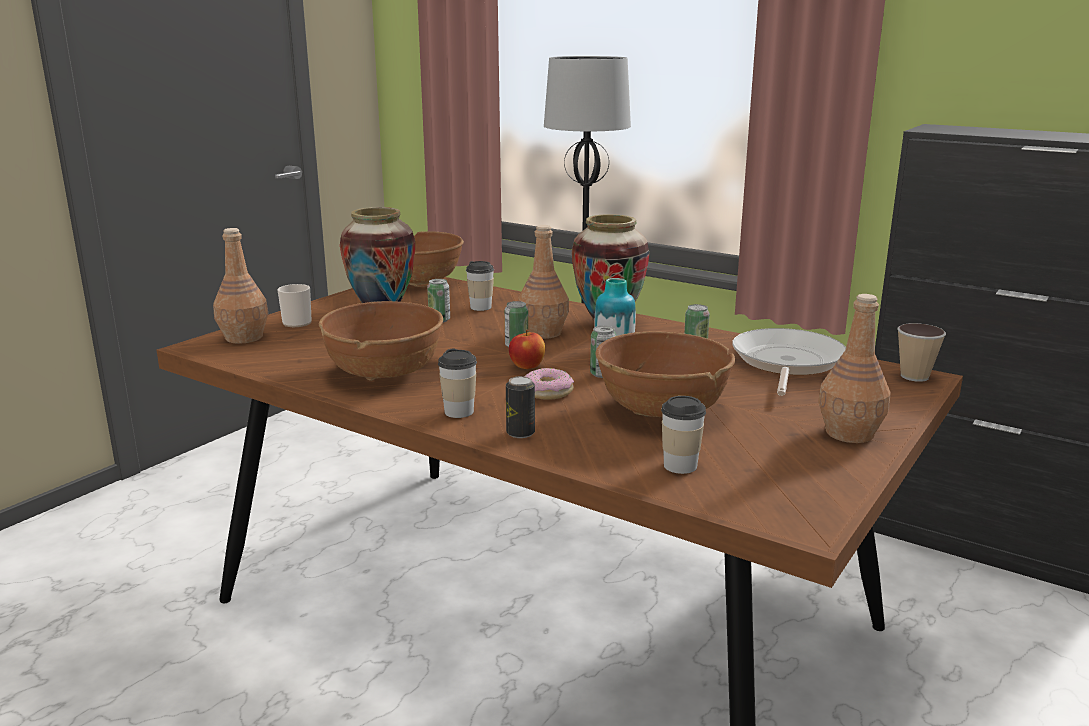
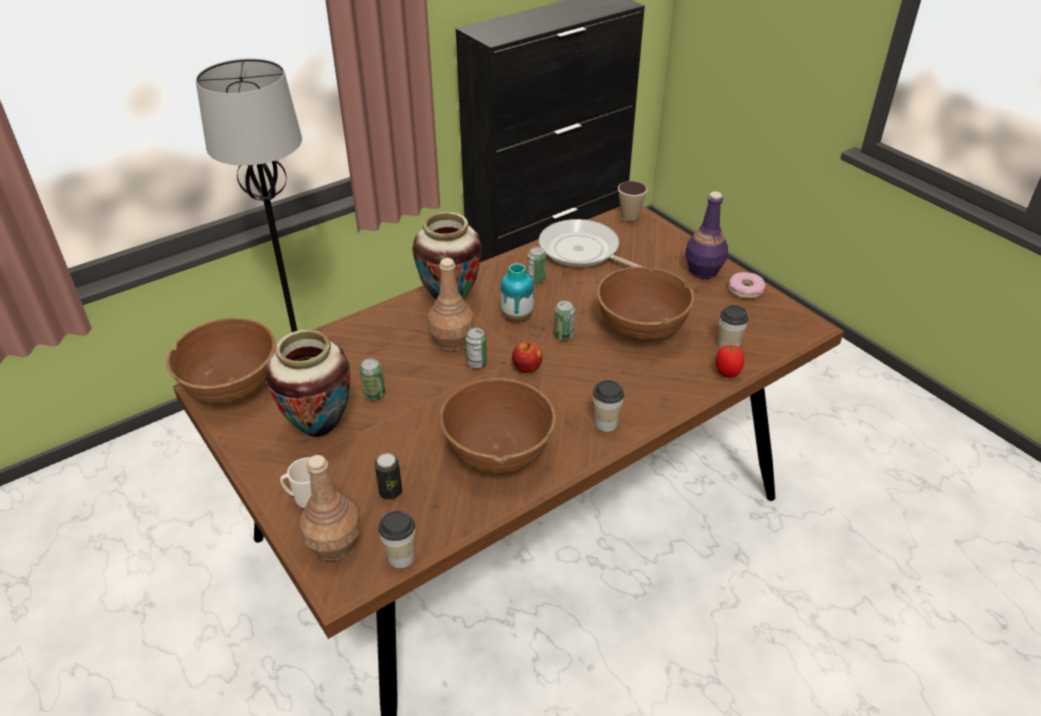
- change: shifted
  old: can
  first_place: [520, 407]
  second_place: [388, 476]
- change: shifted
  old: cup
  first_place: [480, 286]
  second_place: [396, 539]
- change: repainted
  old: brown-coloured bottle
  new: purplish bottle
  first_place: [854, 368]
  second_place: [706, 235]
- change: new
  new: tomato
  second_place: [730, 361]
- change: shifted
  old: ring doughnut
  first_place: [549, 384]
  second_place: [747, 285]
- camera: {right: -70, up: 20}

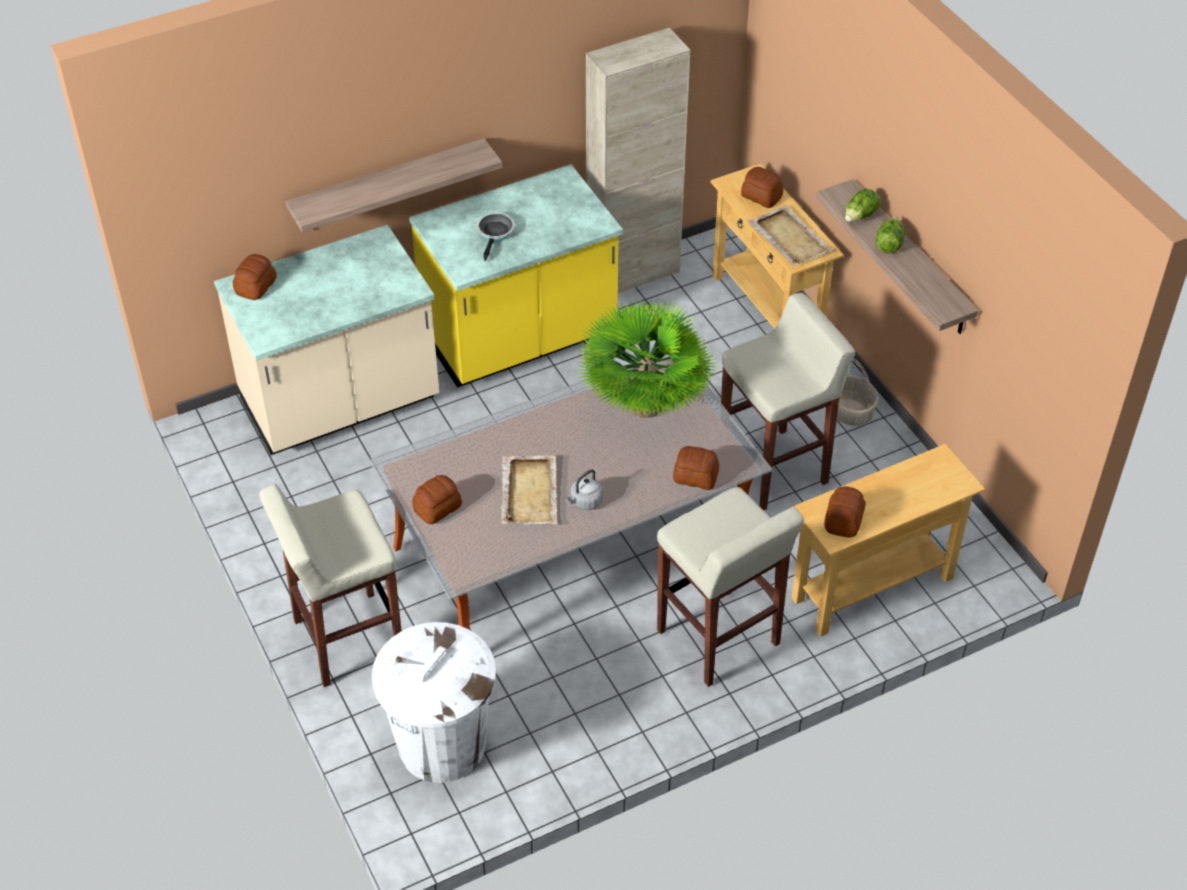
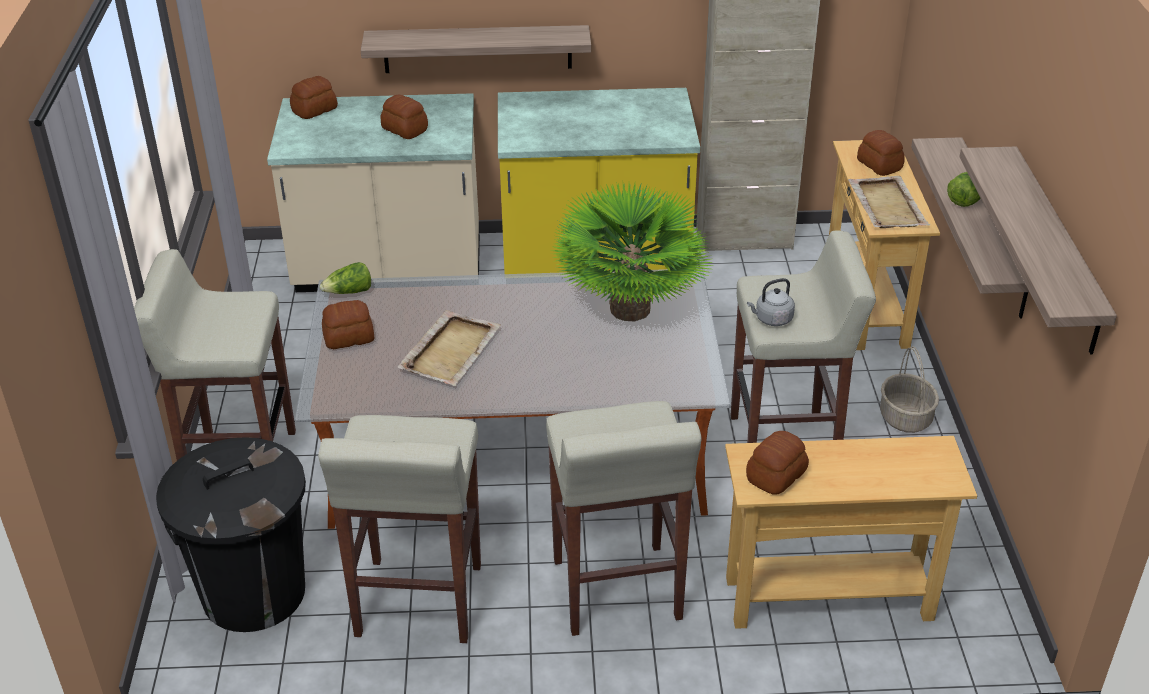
- change: repainted
  old: white rubbish bin
  new: blackish rubbish bin
  first_place: [434, 702]
  second_place: [231, 534]
- change: new
  new: sand-coloured stool
  second_place: [399, 529]
- change: shifted
  old: head of lettuce
  first_place: [862, 205]
  second_place: [345, 278]
- change: shifted
  old: bread
  first_place: [696, 468]
  second_place: [404, 117]
- change: shifted
  old: greyish kettle
  first_place: [584, 489]
  second_place: [771, 302]
- change: new
  new: shelf
  second_place: [1038, 250]
- change: gone
  old: pan
  first_place: [496, 237]
- camera: {right: 25, up: -10}

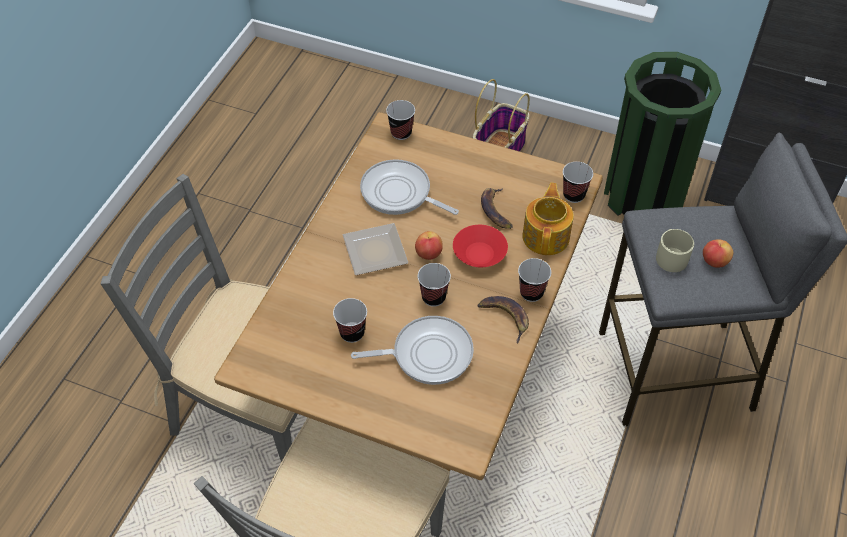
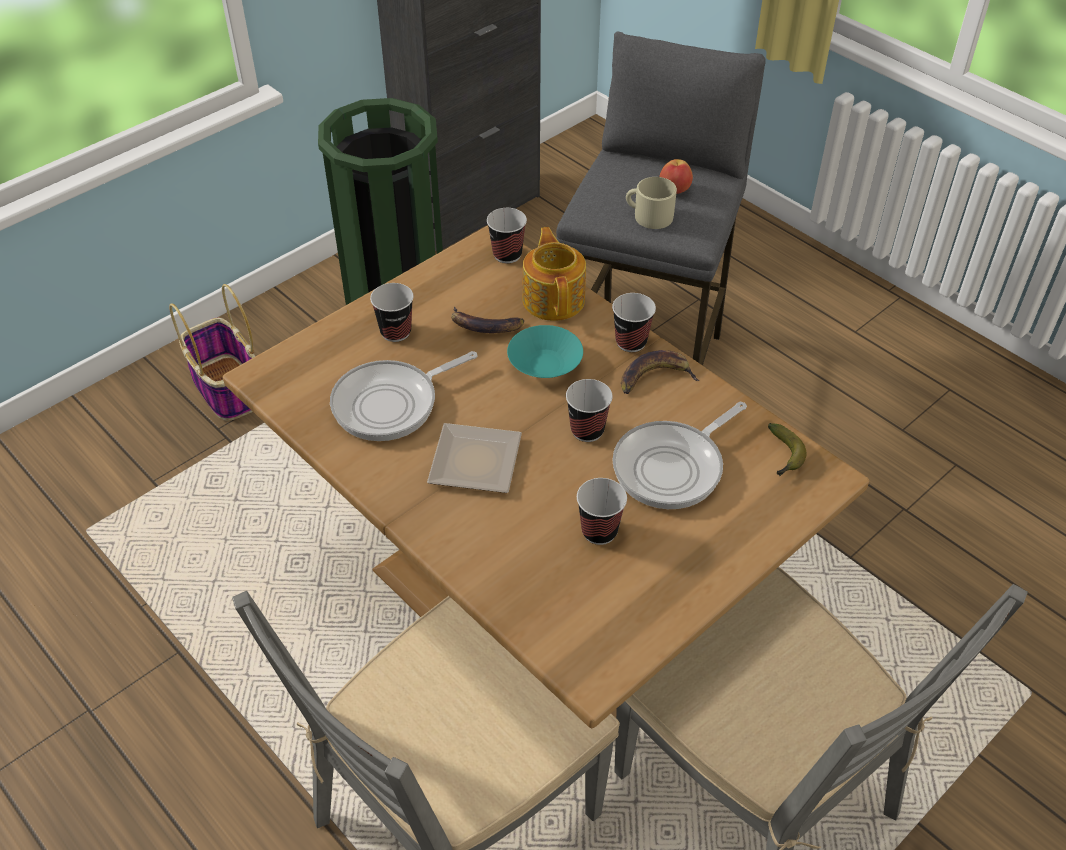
- change: shifted
  old: cup
  first_place: [400, 120]
  second_place: [392, 312]
- change: repainted
  old: reddish bowl
  new: turquoise bowl
  first_place: [480, 246]
  second_place: [545, 351]
- change: rotated
  old: teapot
  first_place: [548, 219]
  second_place: [554, 274]
  degrees: 45
- change: rotated
  old: pan
  first_place: [412, 350]
  second_place: [679, 455]
  degrees: -150
- change: new
  new: banana fruit
  second_place: [787, 449]
- change: gone
  old: apple fruit
  first_place: [429, 245]
- camera: {right: -65, up: -5}

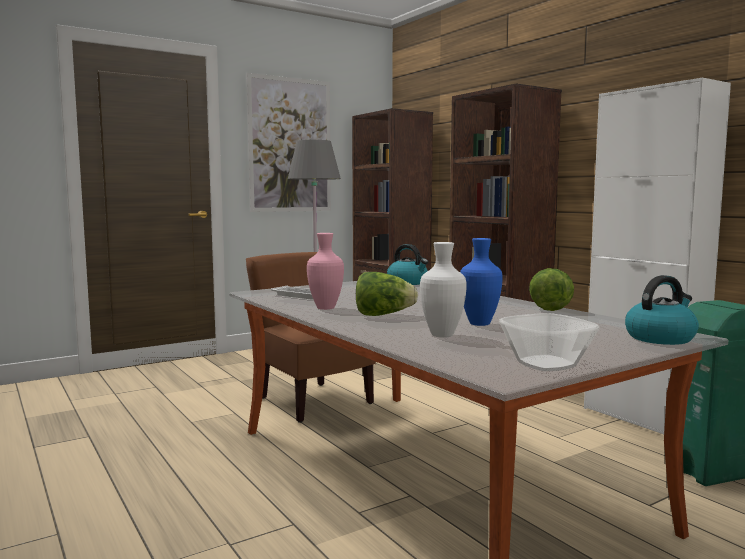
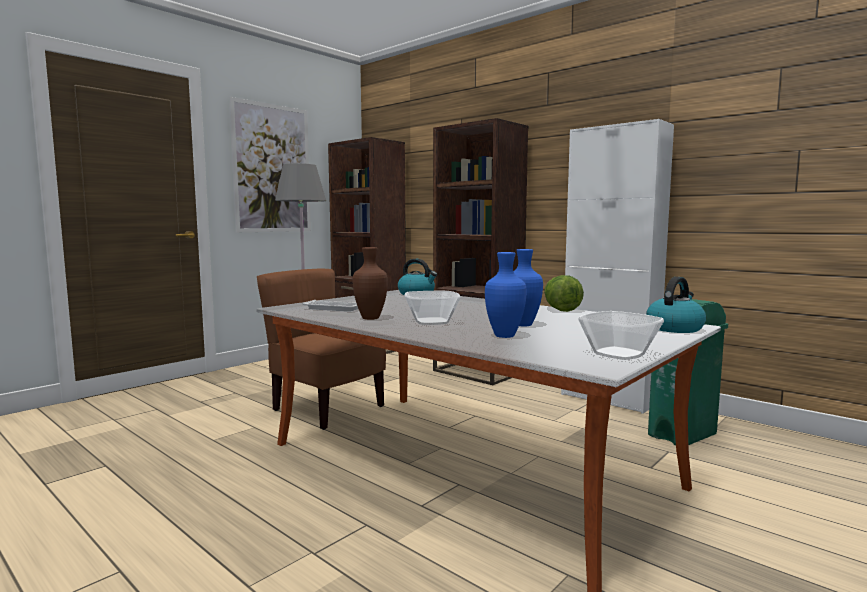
- change: repainted
  old: pink vase
  new: brown-coloured vase
  first_place: [325, 271]
  second_place: [370, 283]
- change: swapped
  old: head of lettuce
  new: bowl
  first_place: [387, 294]
  second_place: [433, 308]
- change: repainted
  old: white vase
  new: bluish vase
  first_place: [443, 290]
  second_place: [506, 295]
- camera: {right: -15, up: 0}

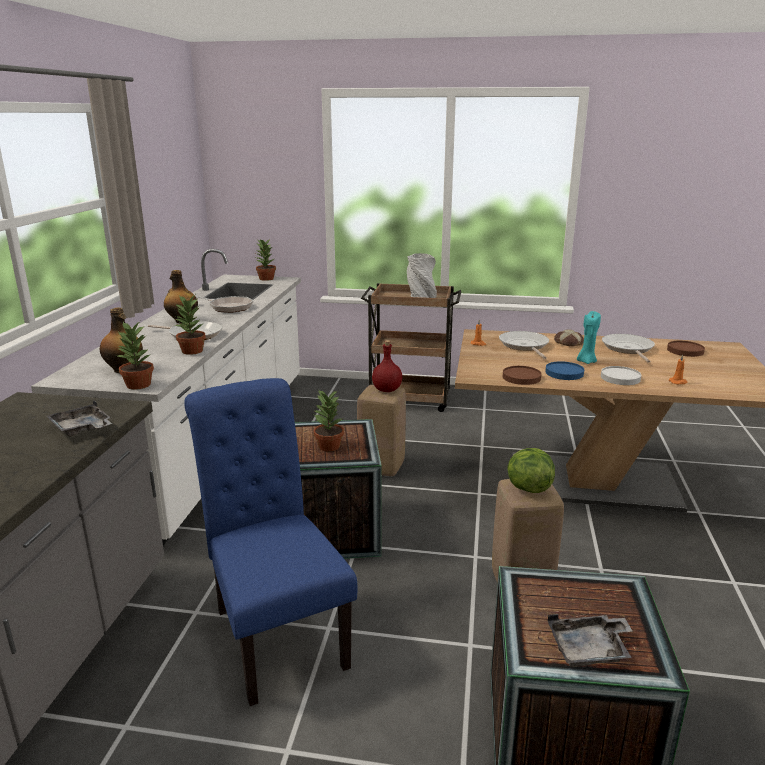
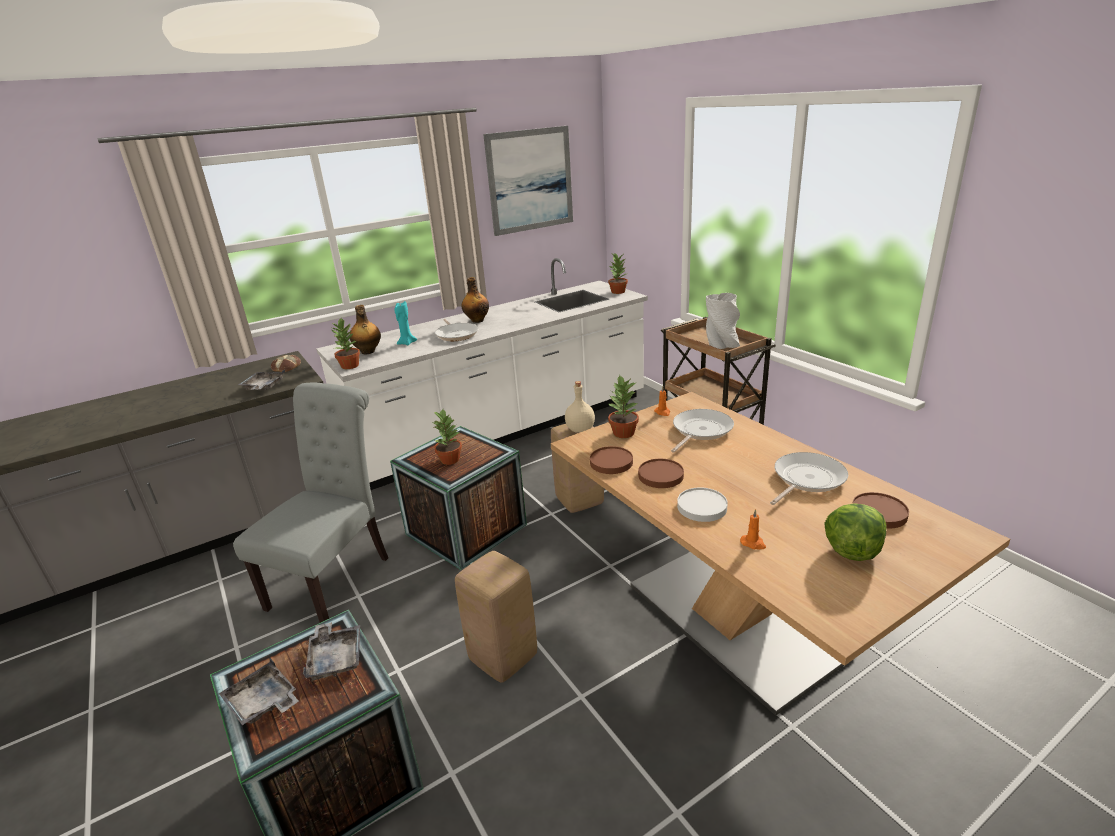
- change: repainted
  old: bluish plain chair
  new: greyish plain chair
  first_place: [270, 542]
  second_place: [310, 503]
- change: shifted
  old: bread
  first_place: [569, 338]
  second_place: [286, 363]
- change: new
  new: greyish tray
  second_place: [331, 651]
- change: shifted
  old: turquoise wax light
  first_place: [589, 337]
  second_place: [406, 323]
- change: new
  new: wall art
  second_place: [528, 181]
- change: repainted
  old: reddish bottle
  new: sand-coloured bottle
  first_place: [387, 366]
  second_place: [580, 407]
- change: shifted
  old: potted plant
  first_place: [190, 325]
  second_place: [623, 406]
- change: repainted
  old: bluish flat dish
  new: brown-coloured flat dish
  first_place: [564, 370]
  second_place: [661, 473]
- change: shifted
  old: head of lettuce
  first_place: [531, 470]
  second_place: [855, 532]
- change: gone
  old: pan
  first_place: [224, 304]
- camera: {right: 50, up: 5}

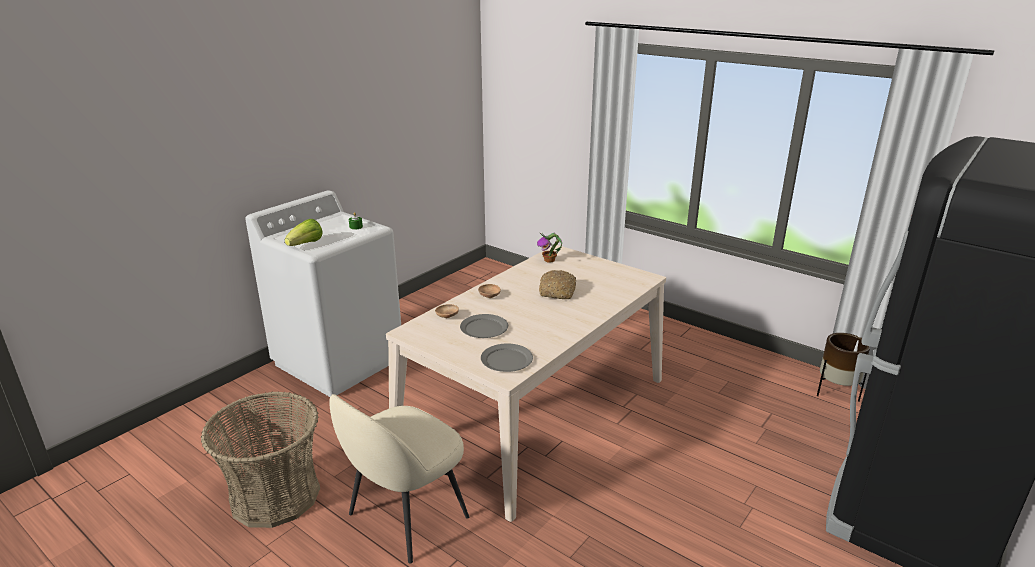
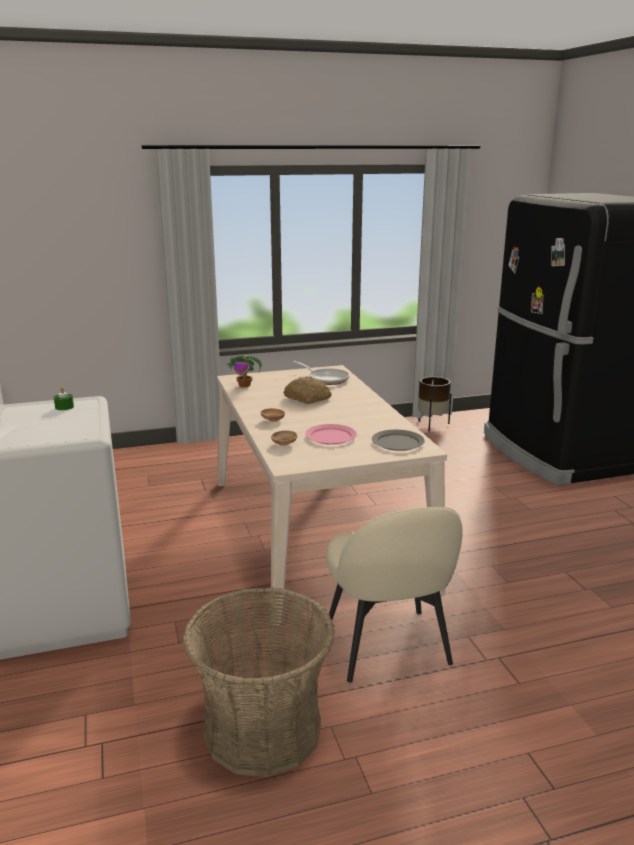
- change: new
  new: pan
  second_place: [321, 373]
- change: repainted
  old: greyish flat dish
  new: pink flat dish
  first_place: [484, 326]
  second_place: [331, 434]
- change: gone
  old: head of lettuce
  first_place: [304, 232]
- camera: {right: -55, up: -5}

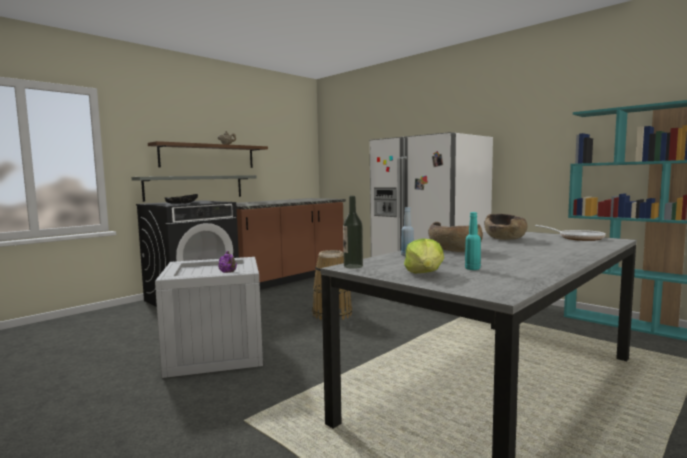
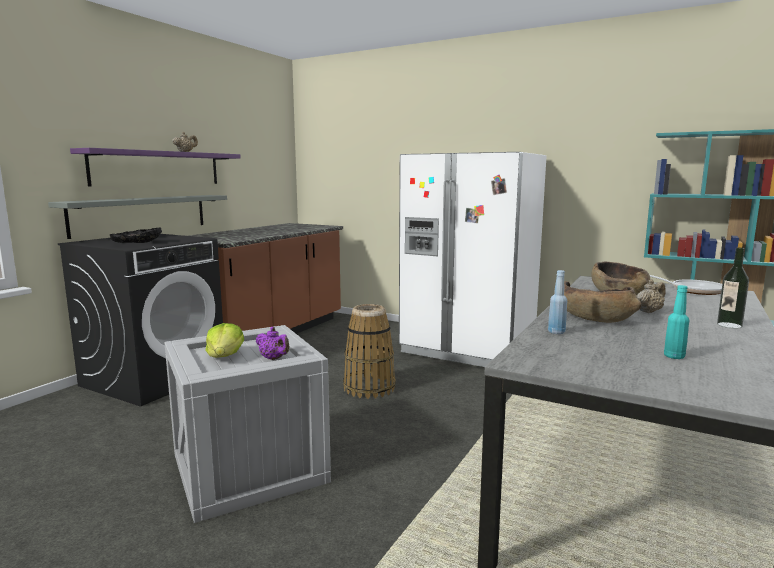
- change: repainted
  old: brown-coloured shelf
  new: purplish shelf
  first_place: [208, 154]
  second_place: [155, 167]
- change: shifted
  old: head of lettuce
  first_place: [424, 256]
  second_place: [224, 340]
- change: new
  new: sand-coloured teapot
  second_place: [651, 296]
- change: shifted
  old: bottle
  first_place: [353, 232]
  second_place: [733, 287]
- camera: {right: -15, up: 5}

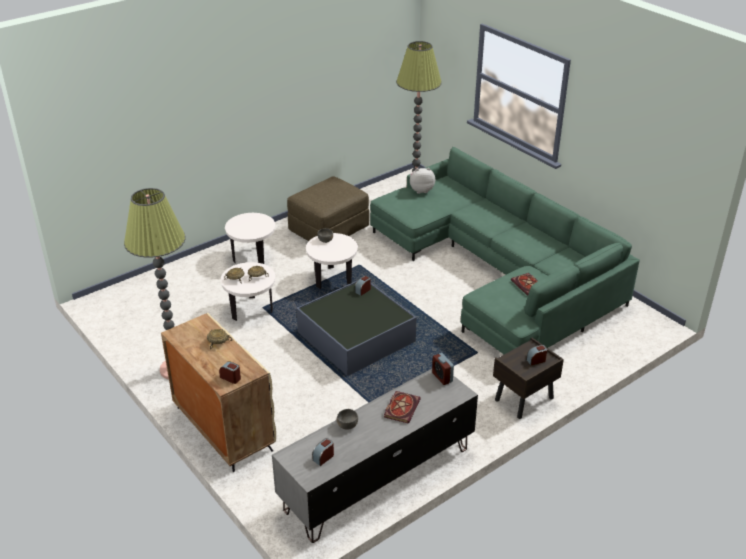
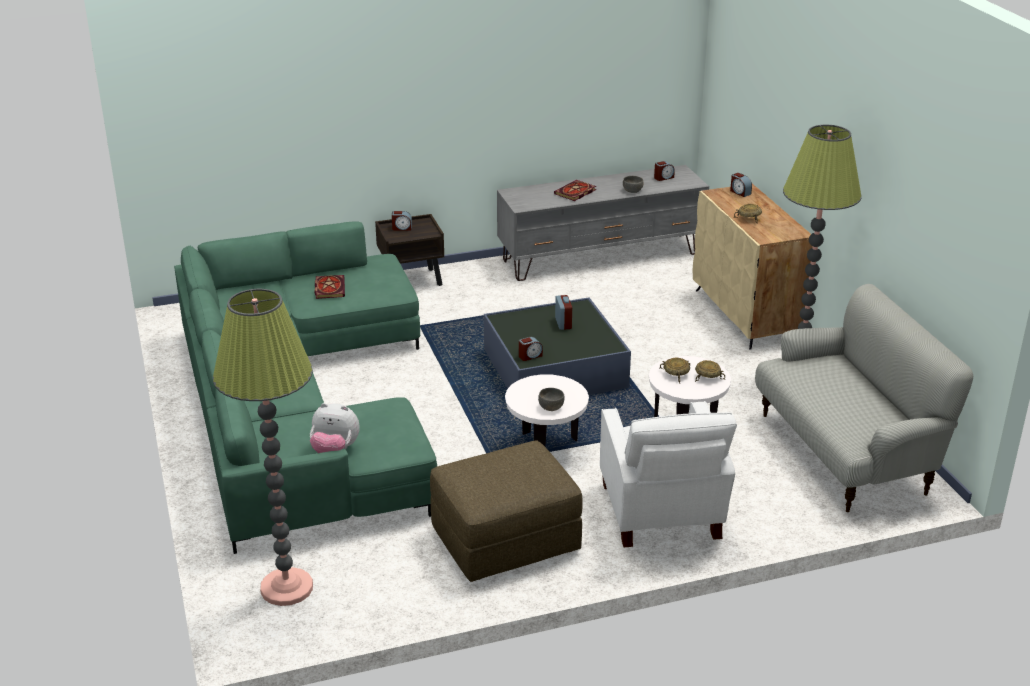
- change: shifted
  old: alarm clock
  first_place: [443, 369]
  second_place: [563, 312]
- change: swapped
  old: white accent table
  new: white lounge chair
  first_place: [250, 238]
  second_place: [668, 474]
- change: new
  new: sofa
  second_place: [864, 398]
- camera: {right: -160, up: -5}

